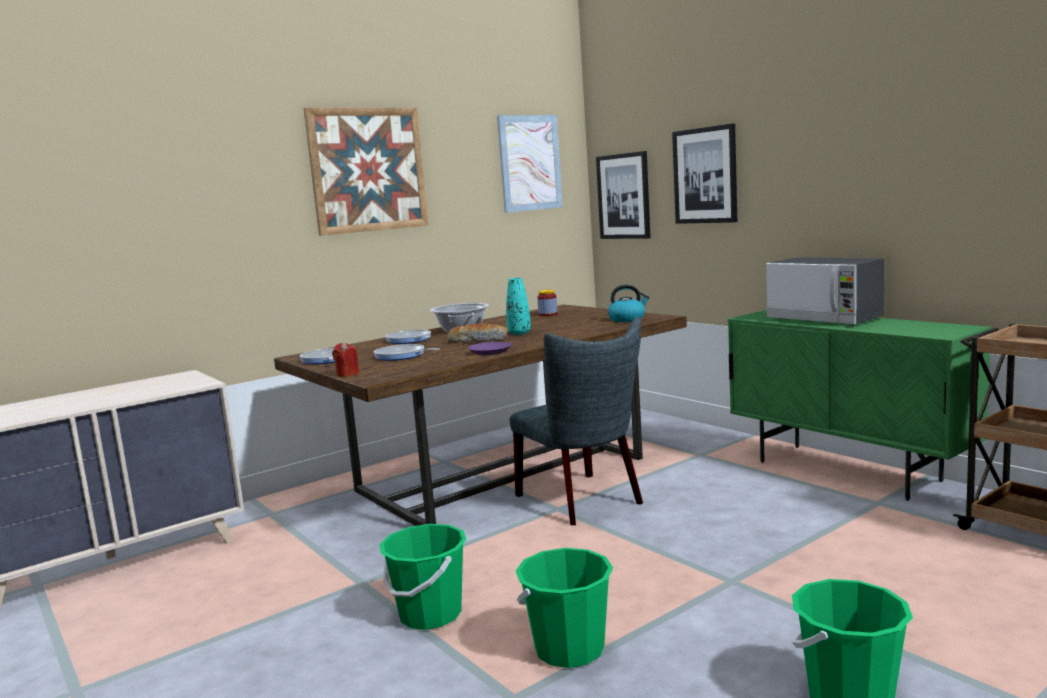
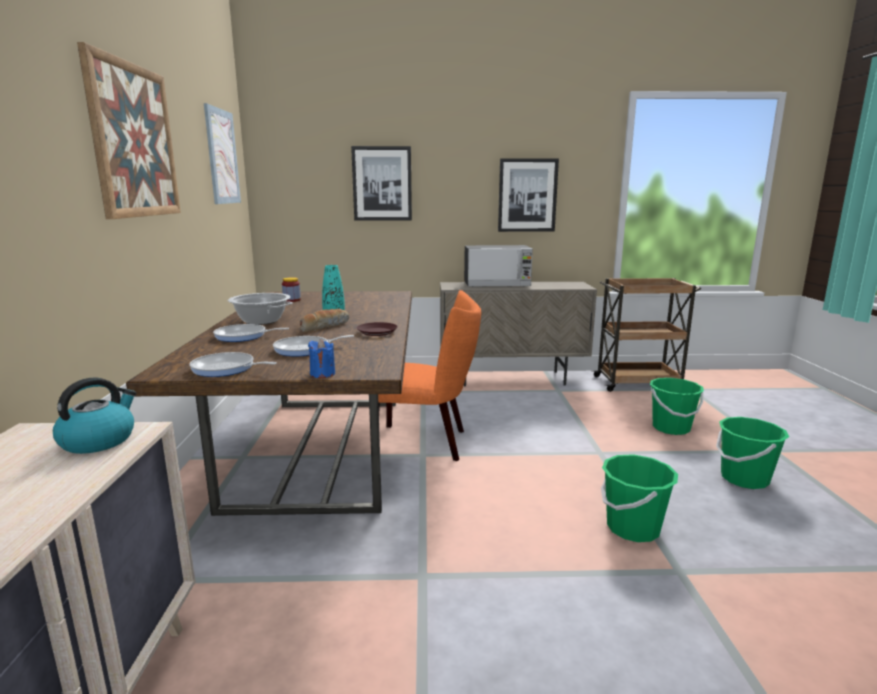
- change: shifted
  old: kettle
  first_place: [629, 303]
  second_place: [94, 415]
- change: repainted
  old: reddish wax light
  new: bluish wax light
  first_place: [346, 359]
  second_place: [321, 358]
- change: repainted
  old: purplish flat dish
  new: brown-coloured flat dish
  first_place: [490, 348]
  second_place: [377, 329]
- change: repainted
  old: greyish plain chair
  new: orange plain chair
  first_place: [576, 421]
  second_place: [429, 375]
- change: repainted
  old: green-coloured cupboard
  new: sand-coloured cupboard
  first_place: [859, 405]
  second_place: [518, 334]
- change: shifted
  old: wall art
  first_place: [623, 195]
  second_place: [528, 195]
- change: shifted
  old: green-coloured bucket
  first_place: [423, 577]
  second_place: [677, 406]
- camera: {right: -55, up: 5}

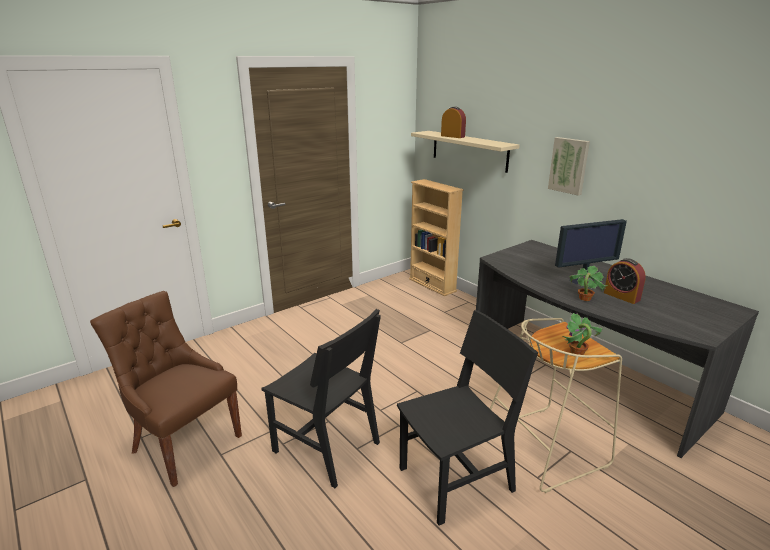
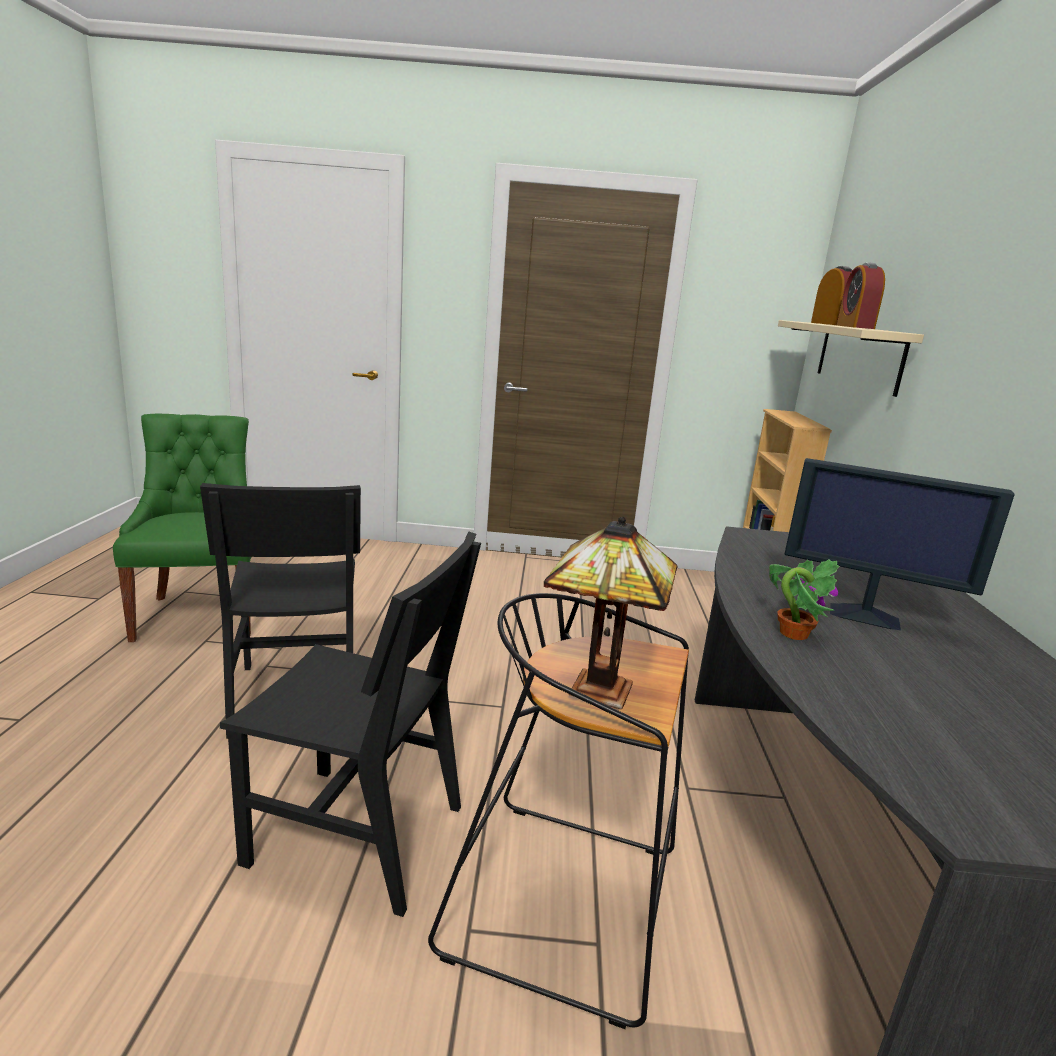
- change: repainted
  old: brown-coloured plain chair
  new: green-coloured plain chair
  first_place: [166, 389]
  second_place: [182, 528]
- change: repainted
  old: sand-coloured stool
  new: blackish stool
  first_place: [556, 405]
  second_place: [558, 811]
- change: swapped
  old: potted plant
  new: lamp for a table
  first_place: [582, 334]
  second_place: [611, 613]
- change: shifted
  old: alarm clock
  first_place: [625, 281]
  second_place: [861, 295]
- change: gone
  old: wall art
  first_place: [569, 166]
- camera: {right: 40, up: -5}

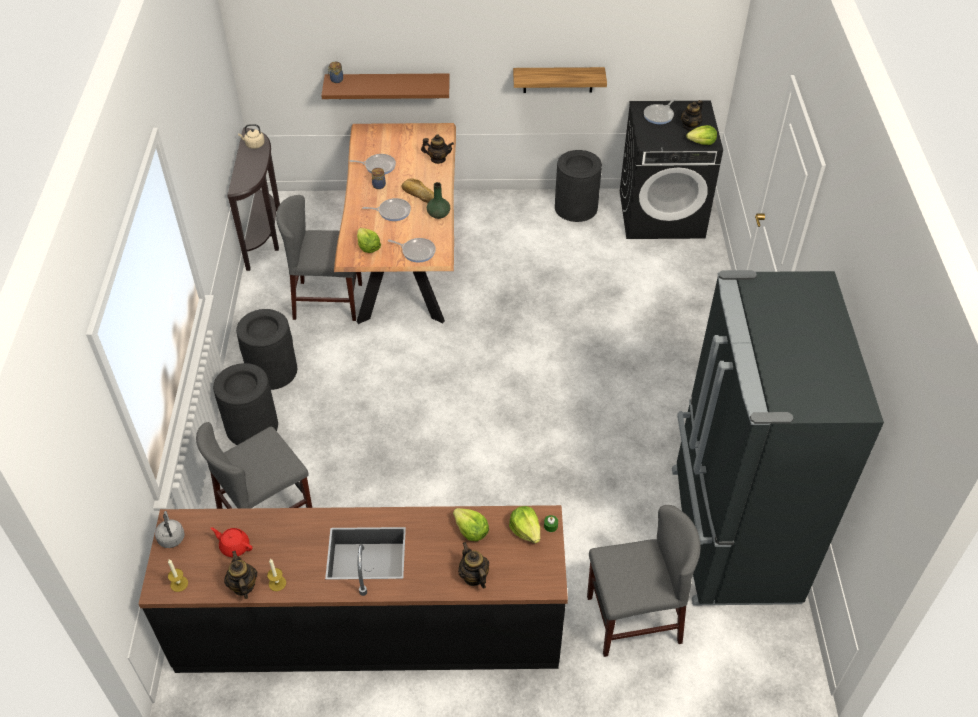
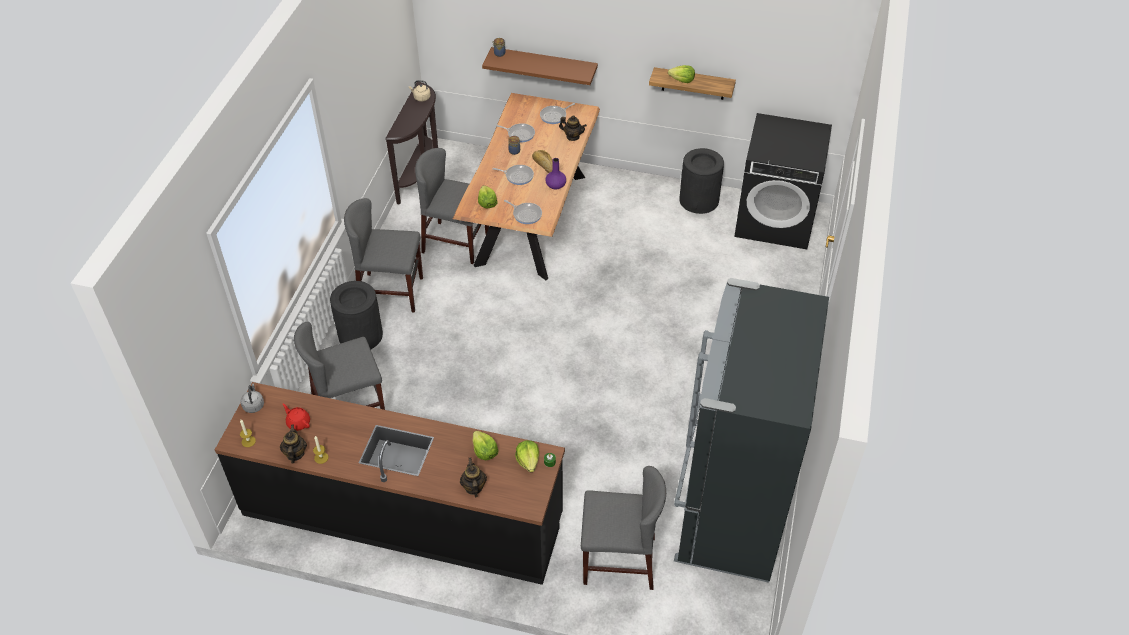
- change: swapped
  old: blackish rubbish bin
  new: greyish plain chair
  first_place: [266, 349]
  second_place: [383, 255]
- change: shifted
  old: pan
  first_place: [660, 111]
  second_place: [557, 113]
- change: repainted
  old: green-coloured vase
  new: purplish vase
  first_place: [438, 200]
  second_place: [555, 174]
- change: shifted
  old: head of lettuce
  first_place: [701, 135]
  second_place: [681, 74]
- change: gone
  old: teapot
  first_place: [692, 115]
- camera: {right: 15, up: 0}

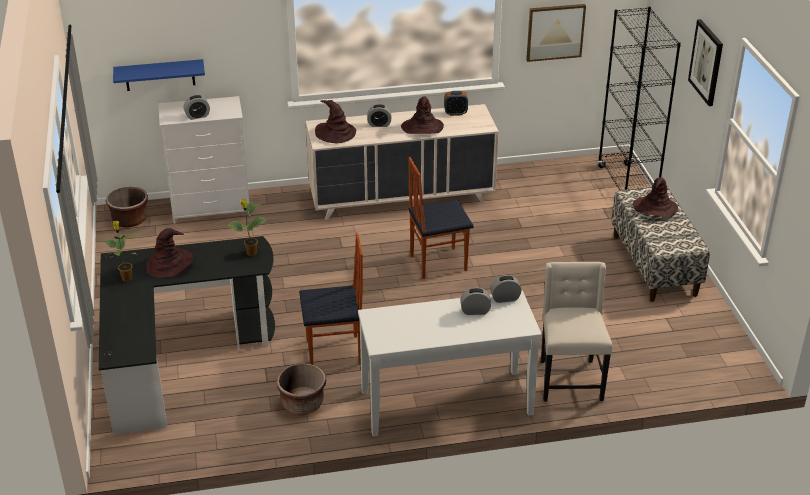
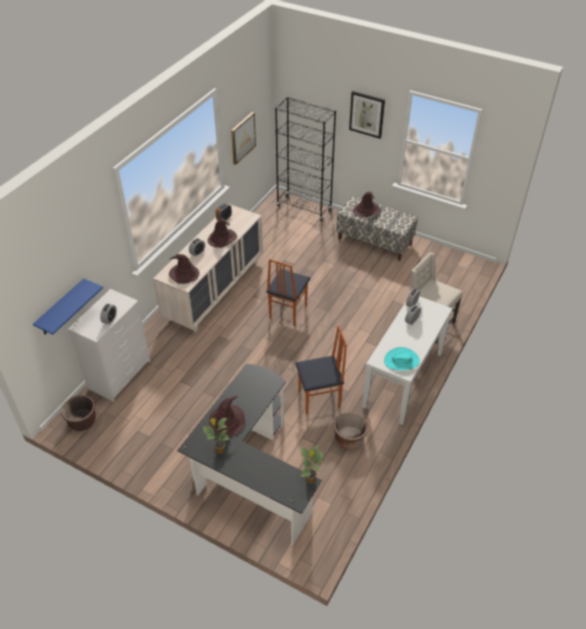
- change: rotated
  old: plain chair
  first_place: [331, 298]
  second_place: [321, 370]
  degrees: 45
- change: shifted
  old: potted plant
  first_place: [247, 227]
  second_place: [312, 464]
- change: new
  new: turquoise wearable hat
  second_place: [402, 358]
- camera: {right: -50, up: 10}

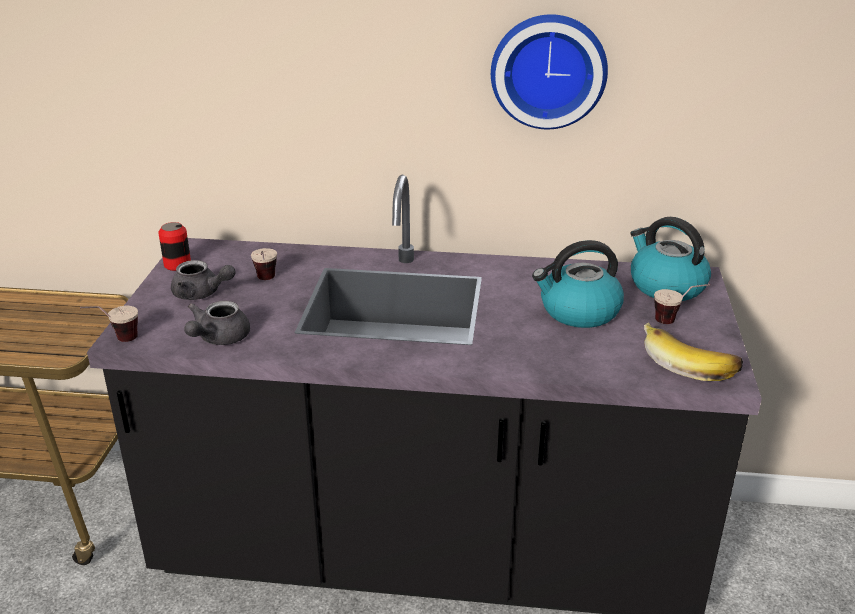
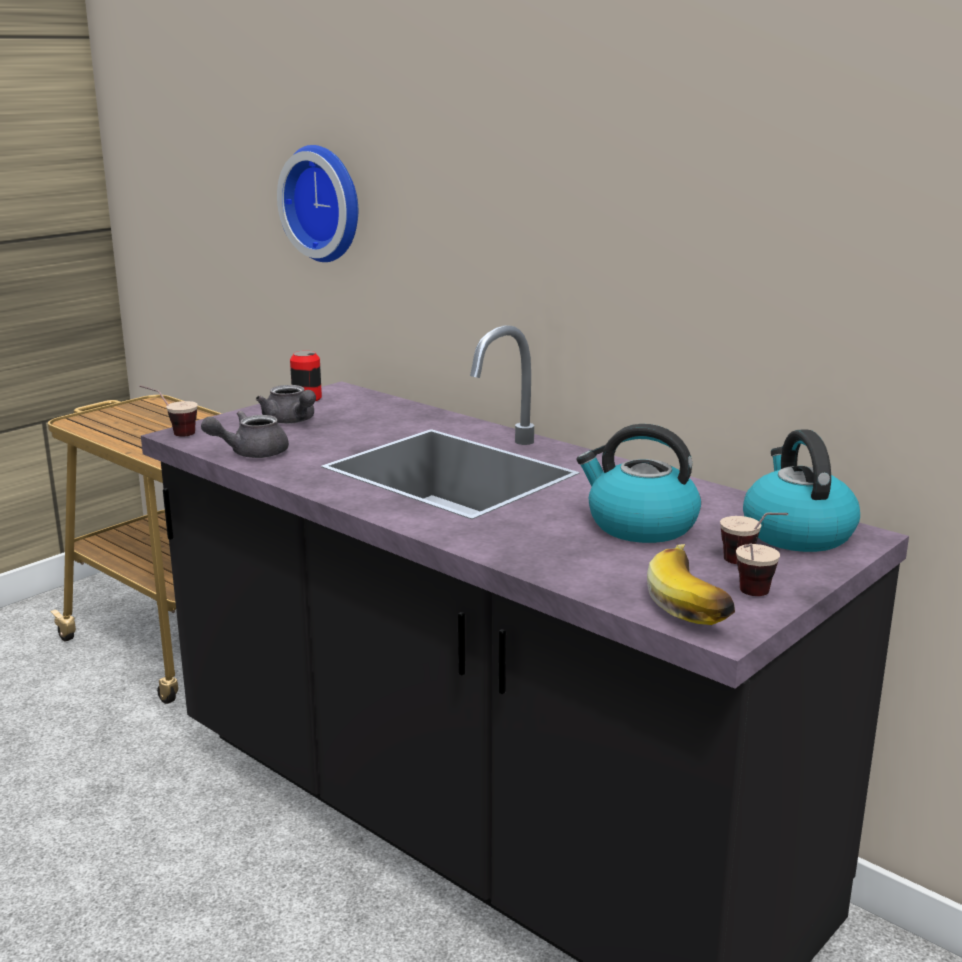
- change: shifted
  old: clock on the wall
  first_place: [549, 71]
  second_place: [317, 203]
- change: shifted
  old: cup
  first_place: [264, 264]
  second_place: [758, 569]
- camera: {right: 35, up: -10}

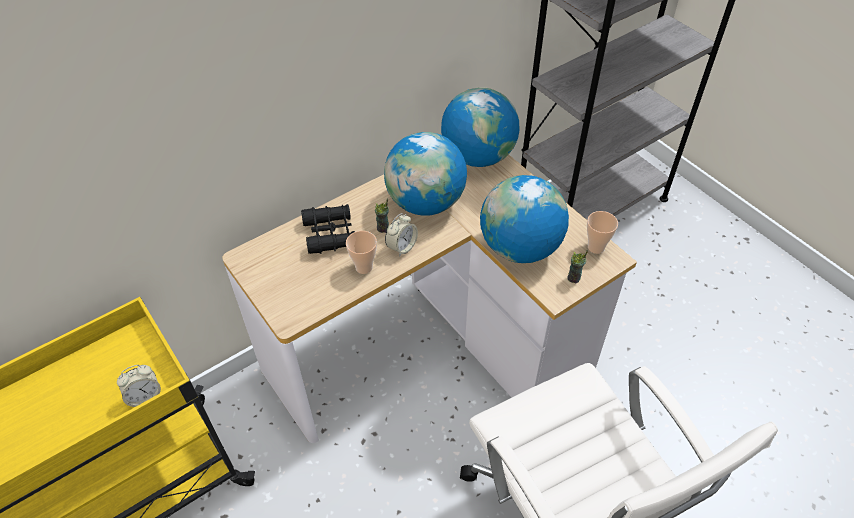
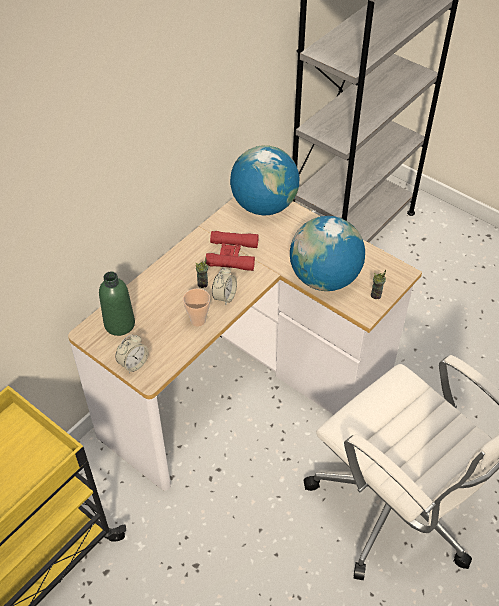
- change: new
  new: green-coloured bottle
  second_place: [117, 303]
- change: shifted
  old: alarm clock
  first_place: [139, 386]
  second_place: [132, 354]
- change: swapped
  old: globe
  new: reddish pair of binoculars
  first_place: [425, 174]
  second_place: [232, 251]
- change: gone
  old: blackish pair of binoculars
  first_place: [328, 229]
- change: gone
  old: cup
  first_place: [602, 232]
- camera: {right: -15, up: 0}

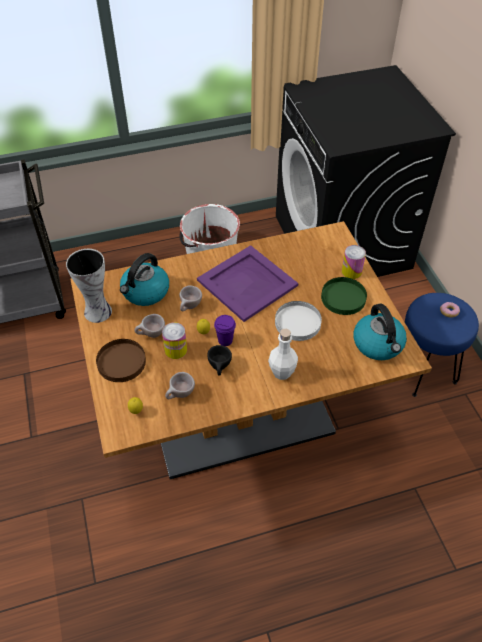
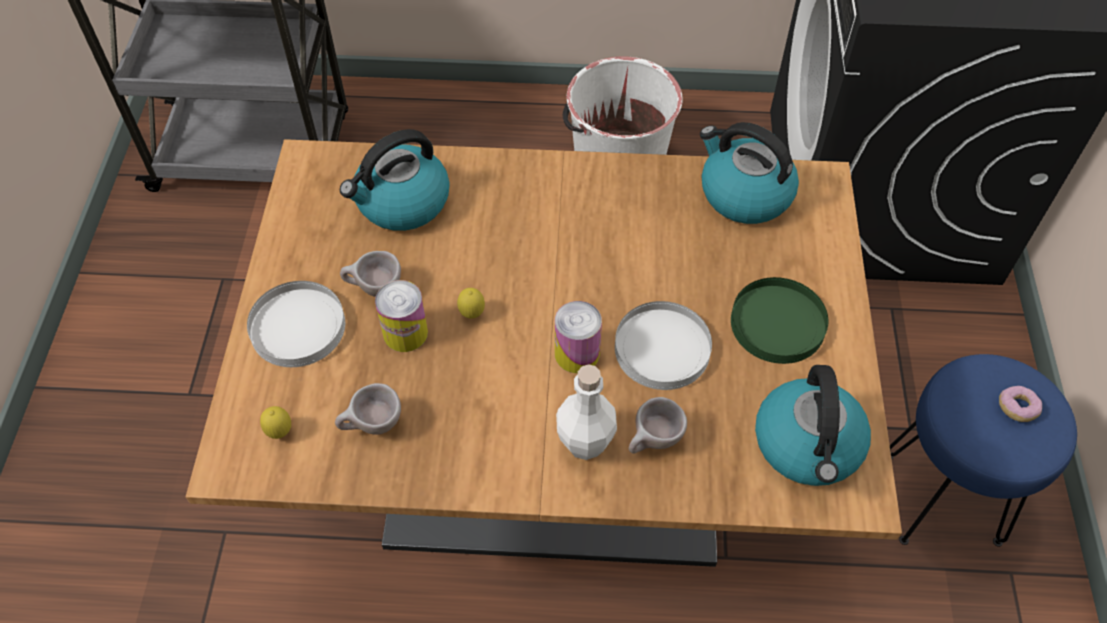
- change: repainted
  old: brown-coloured flat dish
  new: white flat dish
  first_place: [121, 360]
  second_place: [296, 324]
- change: shifted
  old: can
  first_place: [354, 262]
  second_place: [578, 337]
- change: shifted
  old: sand-coloured cup
  first_place: [190, 298]
  second_place: [658, 425]
- change: new
  new: kettle
  second_place: [749, 173]
- change: gone
  old: vase
  first_place: [89, 286]
- change: gone
  old: purplish tray
  first_place: [247, 283]
- change: gone
  old: blackish cup
  first_place: [219, 360]
- change: gone
  old: purplish cup
  first_place: [225, 330]
- camera: {right: 20, up: 5}

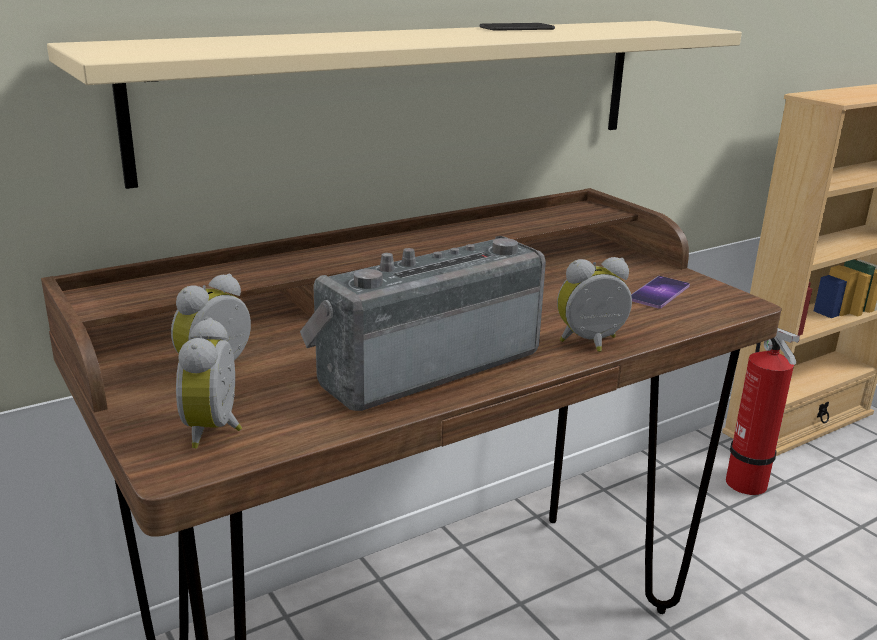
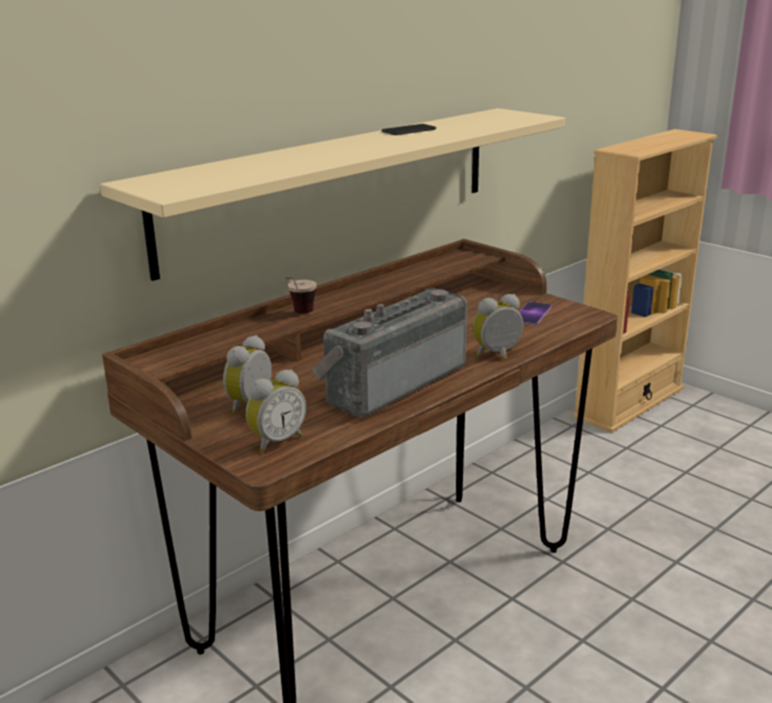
- change: rotated
  old: alarm clock
  first_place: [209, 383]
  second_place: [276, 411]
  degrees: -120
- change: new
  new: cup
  second_place: [301, 295]
- change: gone
  old: extinguisher
  first_place: [763, 411]
- camera: {right: -10, up: 0}

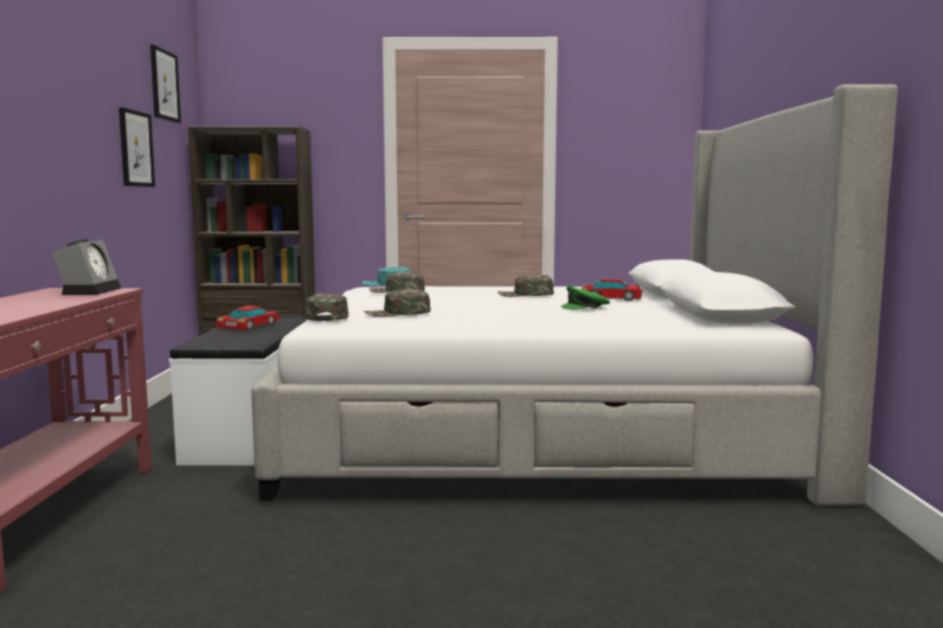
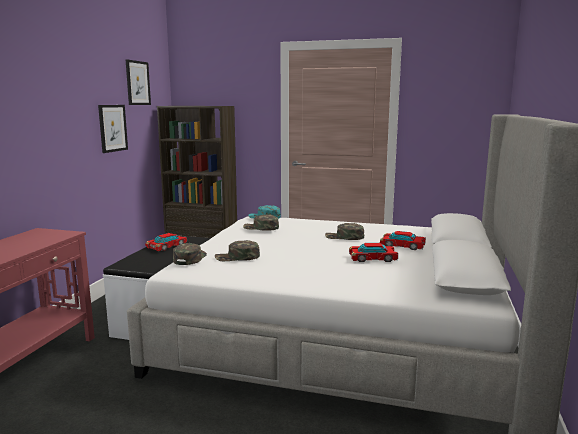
- change: swapped
  old: green-coloured peaked cap
  new: miniature car
  first_place: [585, 297]
  second_place: [373, 252]
- change: gone
  old: alarm clock
  first_place: [86, 267]
- camera: {right: 15, up: 5}

